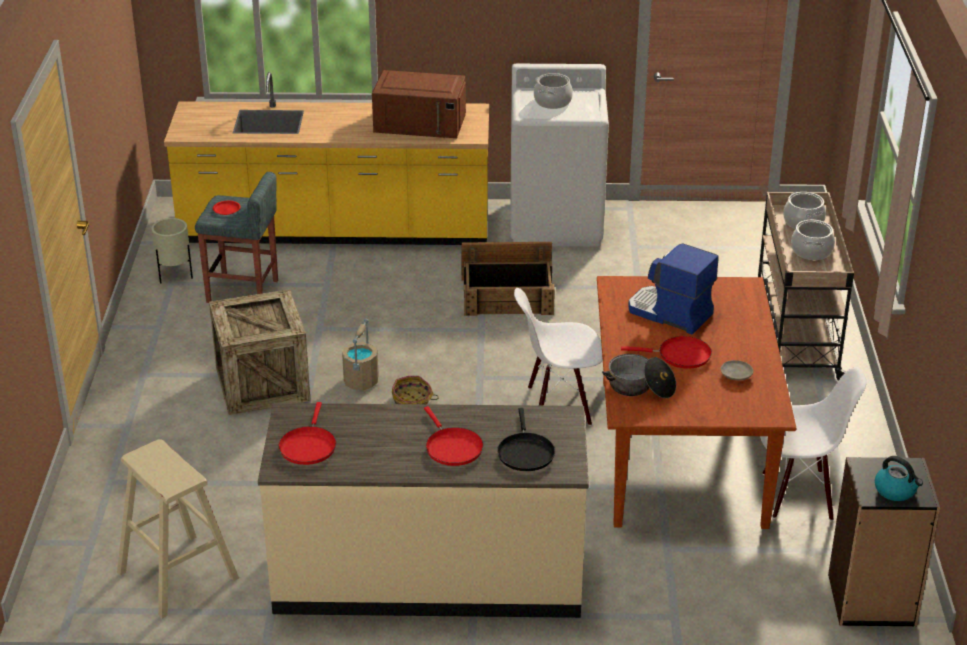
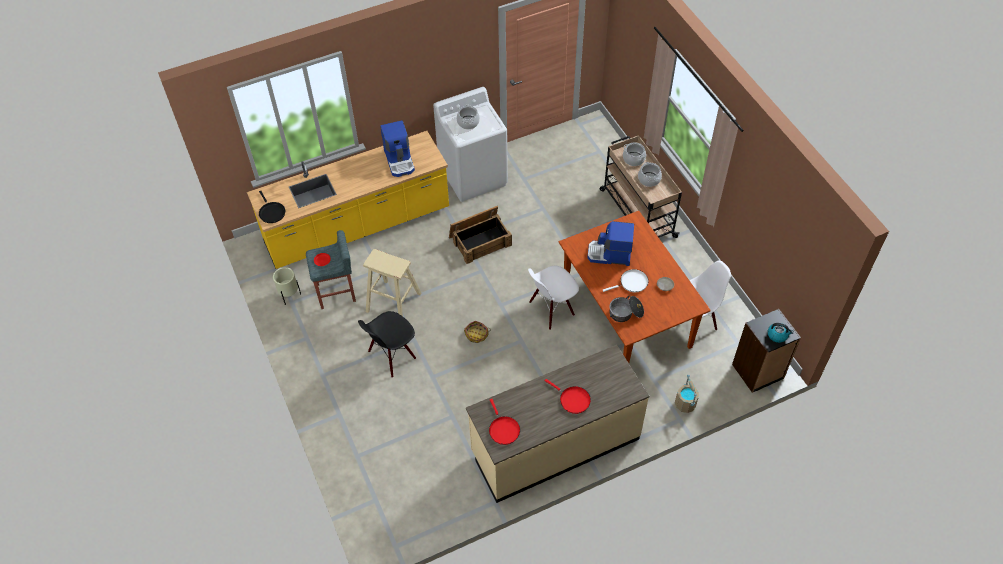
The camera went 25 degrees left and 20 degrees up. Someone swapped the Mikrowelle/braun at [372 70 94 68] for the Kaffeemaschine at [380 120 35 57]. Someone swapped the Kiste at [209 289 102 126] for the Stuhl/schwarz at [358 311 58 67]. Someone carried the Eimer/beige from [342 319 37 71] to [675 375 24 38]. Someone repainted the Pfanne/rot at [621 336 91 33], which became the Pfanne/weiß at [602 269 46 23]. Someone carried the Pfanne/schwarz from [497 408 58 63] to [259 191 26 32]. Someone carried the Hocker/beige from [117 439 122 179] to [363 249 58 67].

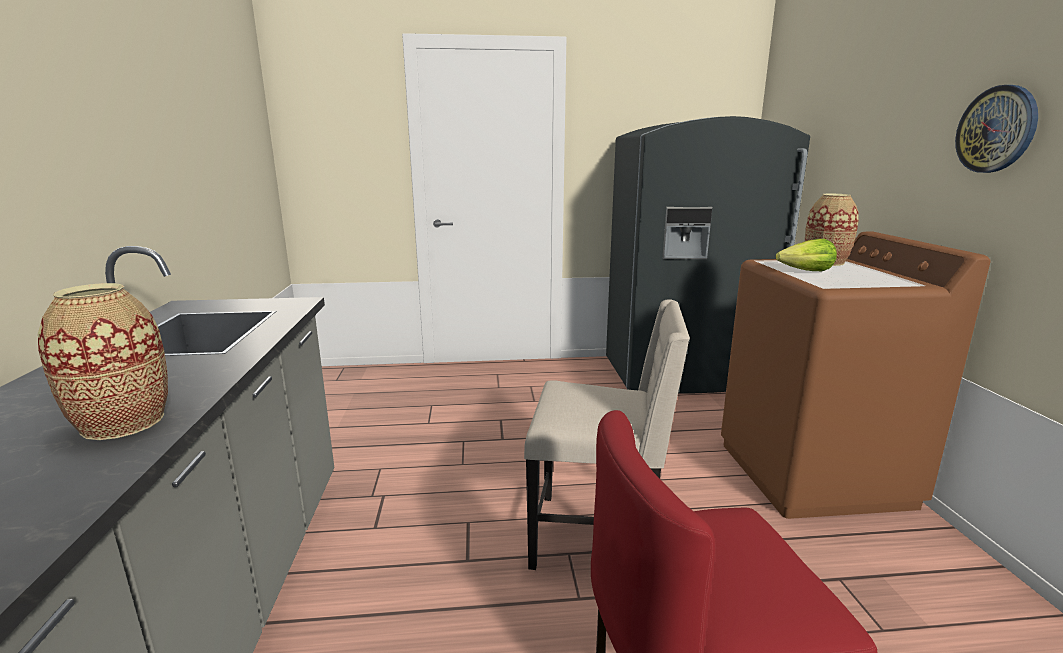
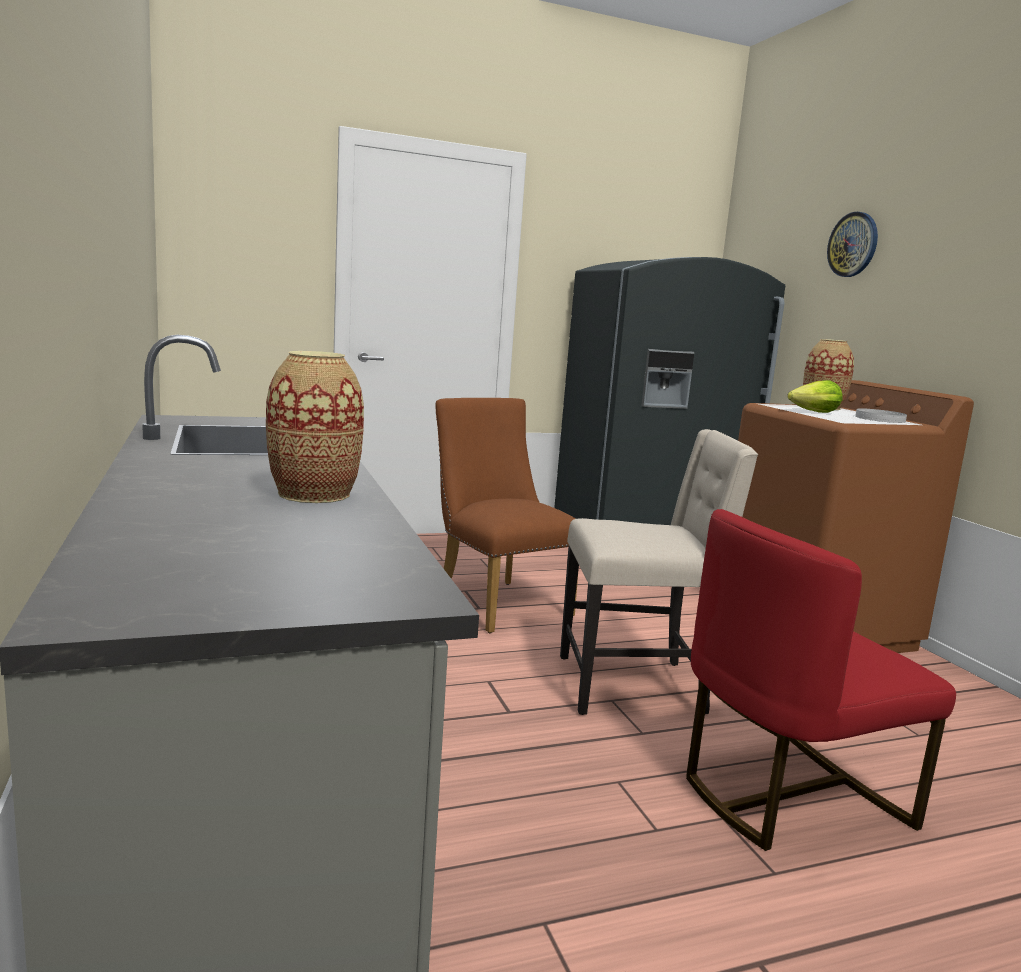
The camera went 15 degrees left and 5 degrees down. Someone carried the Wanduhr from [955 85 83 88] to [827 212 51 65]. Someone put down the Stuhl/braun at [435 398 143 235]. Someone put down the Teller/weiß at [855 408 52 15].

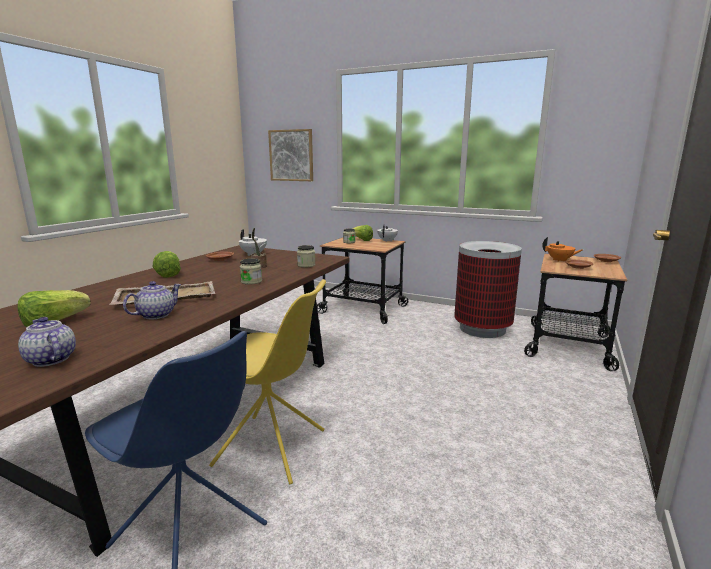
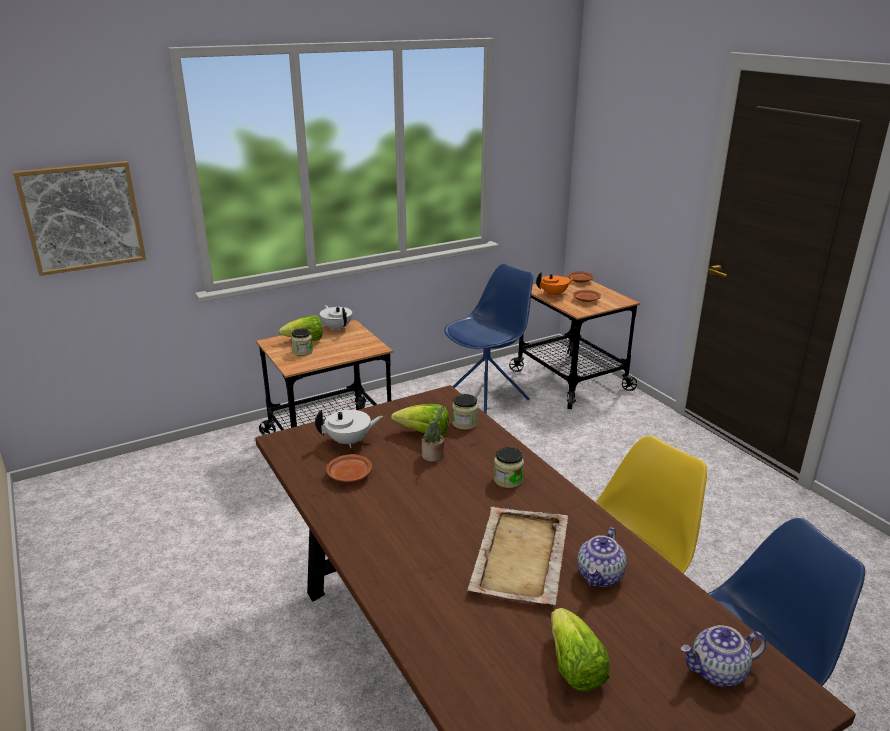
The camera went 55 degrees left and 10 degrees up. Someone swapped the Mülleimer at [454 241 68 97] for the Stuhl/blau at [444 264 89 150]. Someone carried the Salatkopf from [152 251 29 27] to [391 404 58 33]. Someone rotated the Teekanne at [123 281 59 38] by 135 degrees counterclockwise.

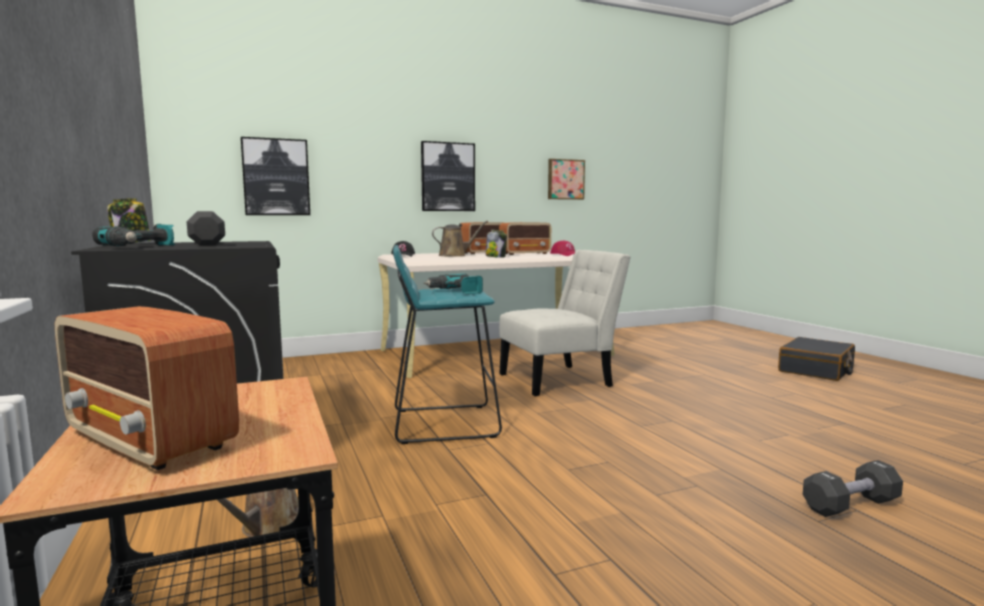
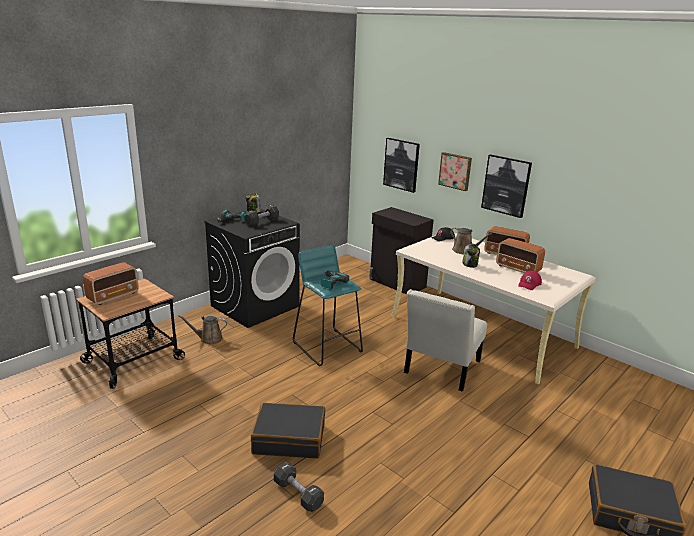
The camera went 65 degrees right and 15 degrees up. Someone carried the Bild from [548 159 37 41] to [438 152 34 39]. Someone rotated the Stuhl/weiß at [499 250 131 147] by 75 degrees clockwise. Someone rotated the Radio at [55 306 184 164] by 150 degrees counterclockwise. Someone put down the Schrank/schwarz at [369 207 65 88]. Someone put down the Koffer/schwarz at [251 403 74 56].

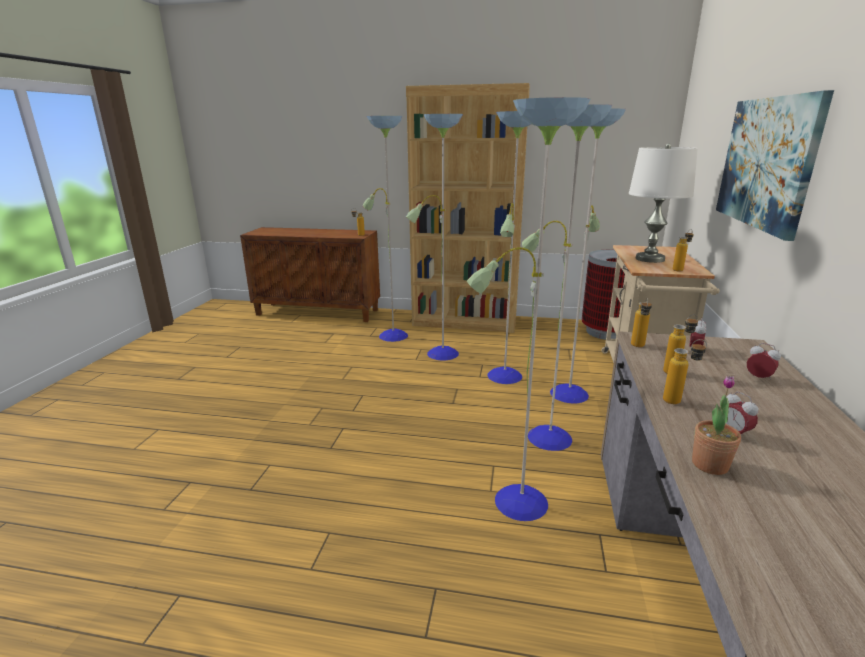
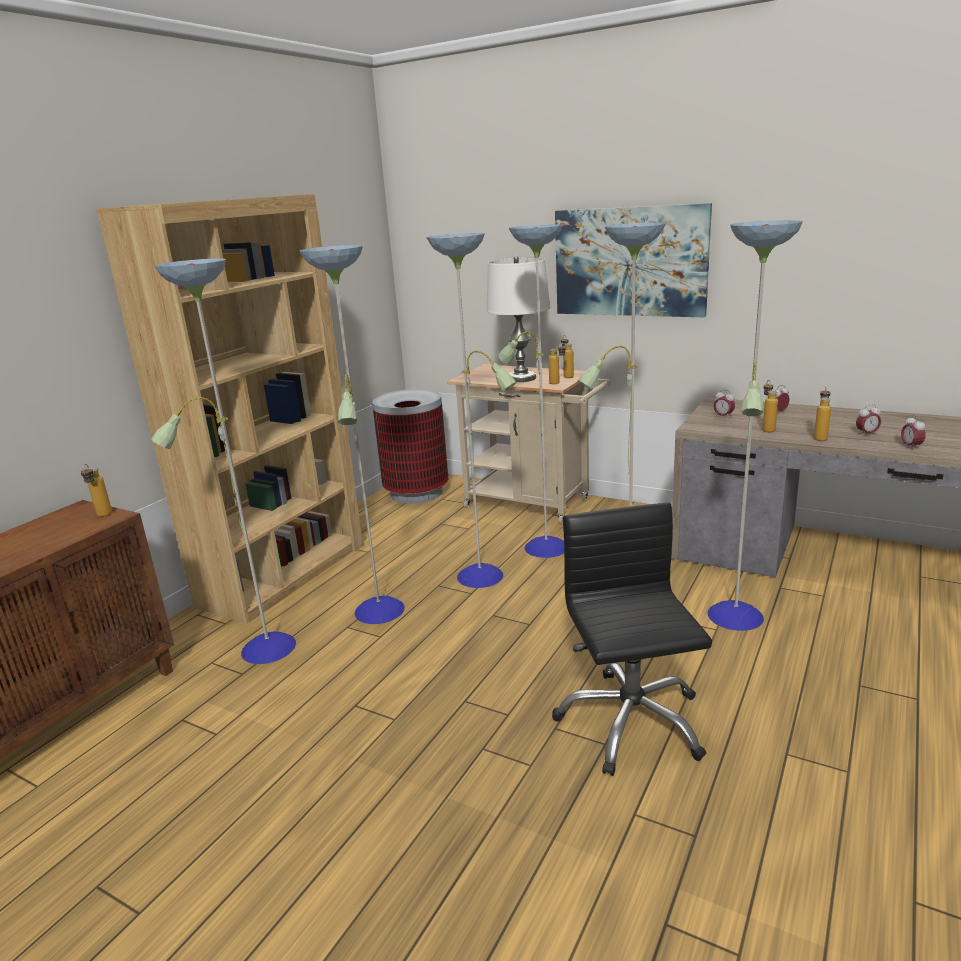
The camera went 70 degrees left and 0 degrees up. Someone carried the Flasche from [631 298 21 49] to [549 342 17 42]. Someone swapped the Topfpflanze at [692 376 49 99] for the Wecker at [901 415 25 35]. Someone put down the Bürostuhl/schwarz at [552 503 160 273].

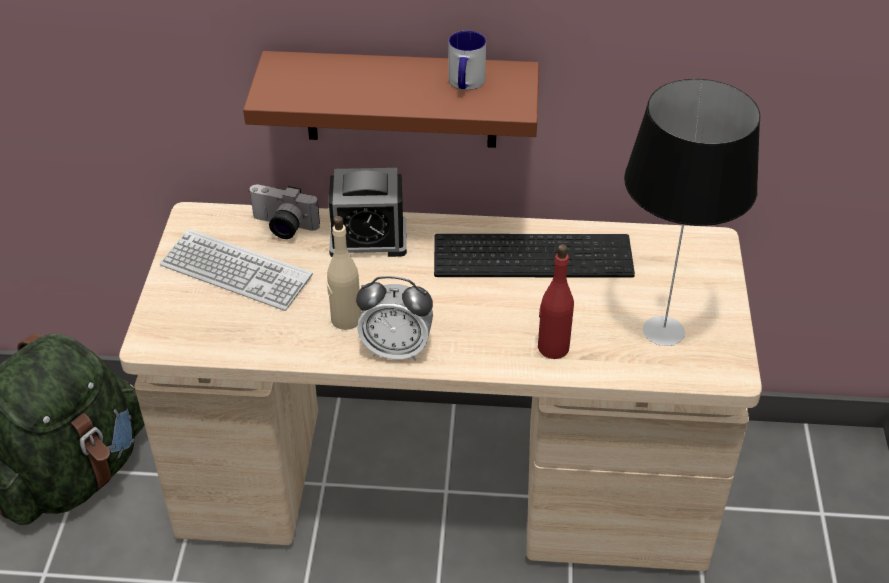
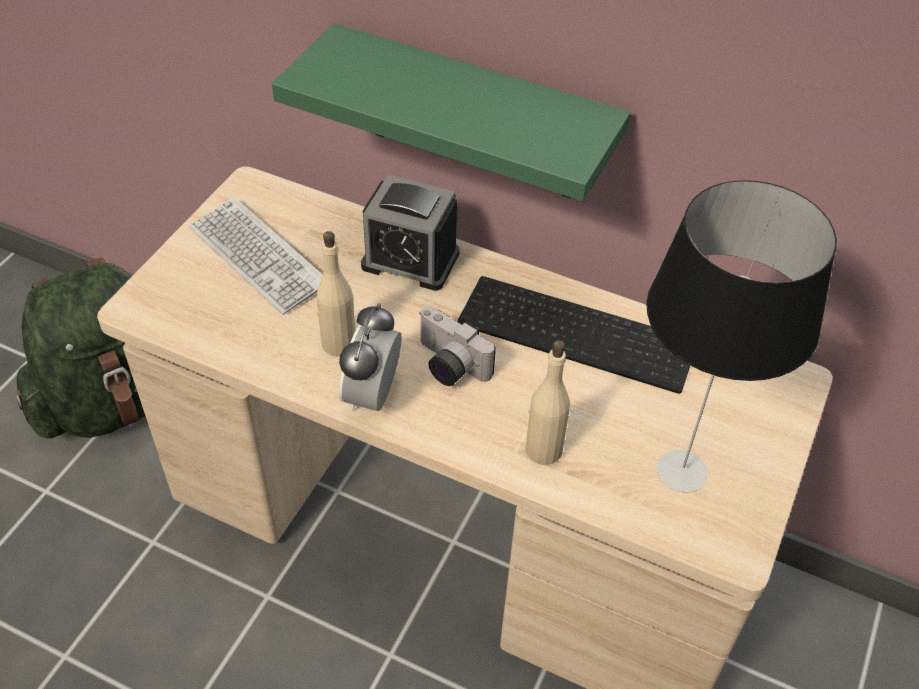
The camera went 20 degrees right and 5 degrees up. Someone took away the Henkelbecher at [448 31 38 59]. Someone repainted the Wandregal/braun at [243 51 296 97], which became the Wandregal/grün at [272 23 359 178]. Someone carried the Kamera from [248 184 72 55] to [419 306 77 80]. Someone repainted the Flasche/rot at [538 244 36 115], which became the Flasche/beige at [525 340 45 125]. Someone rotated the Wecker at [356 276 77 85] by 75 degrees clockwise.

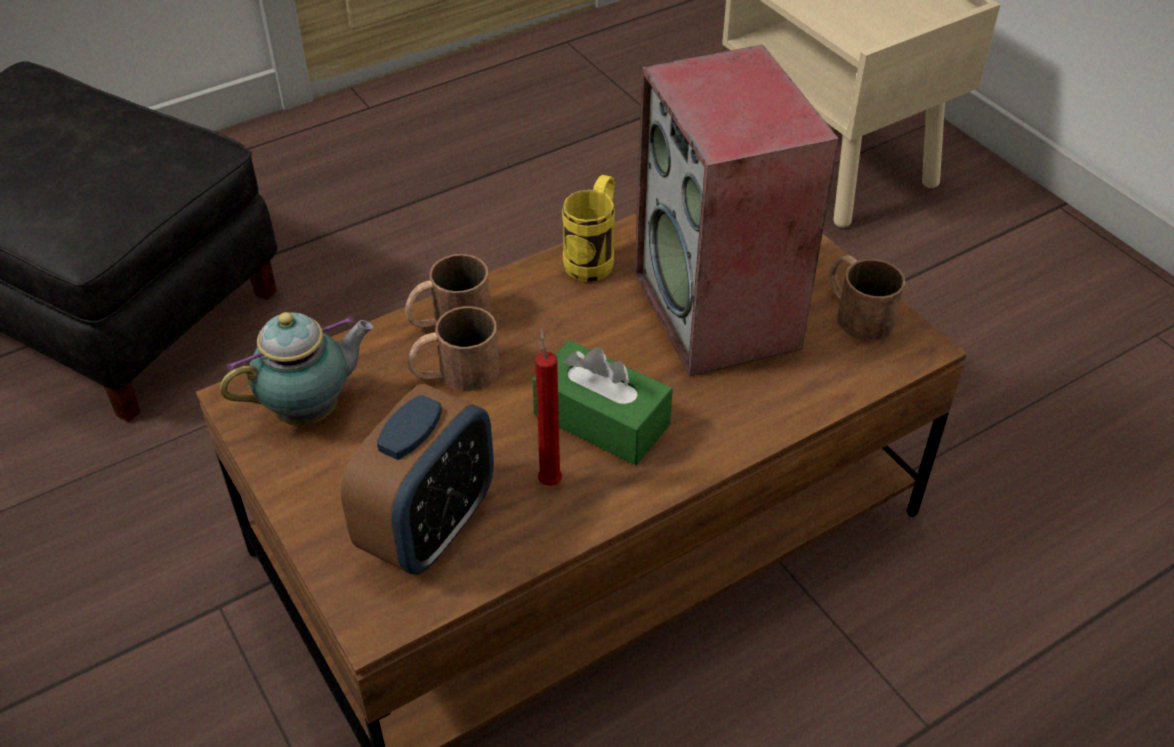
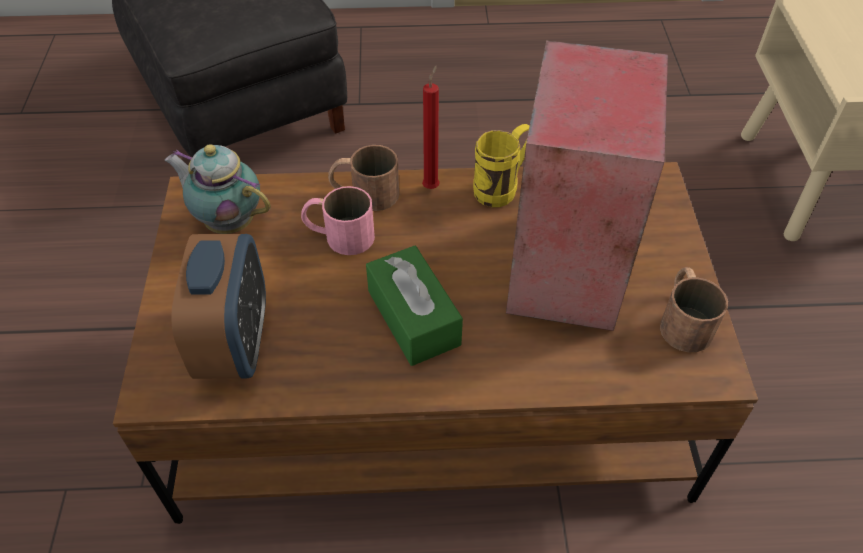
The camera went 30 degrees right and 5 degrees up. Someone repainted the Henkelbecher/braun at [408 306 92 85], which became the Henkelbecher/rosa at [301 186 74 69]. Someone rotated the Teekanne at [220 312 154 114] by 150 degrees counterclockwise. Someone carried the Kerze/rot from [535 328 27 158] to [422 65 18 124]. Someone rotated the Wecker at [341 384 153 191] by 60 degrees counterclockwise.

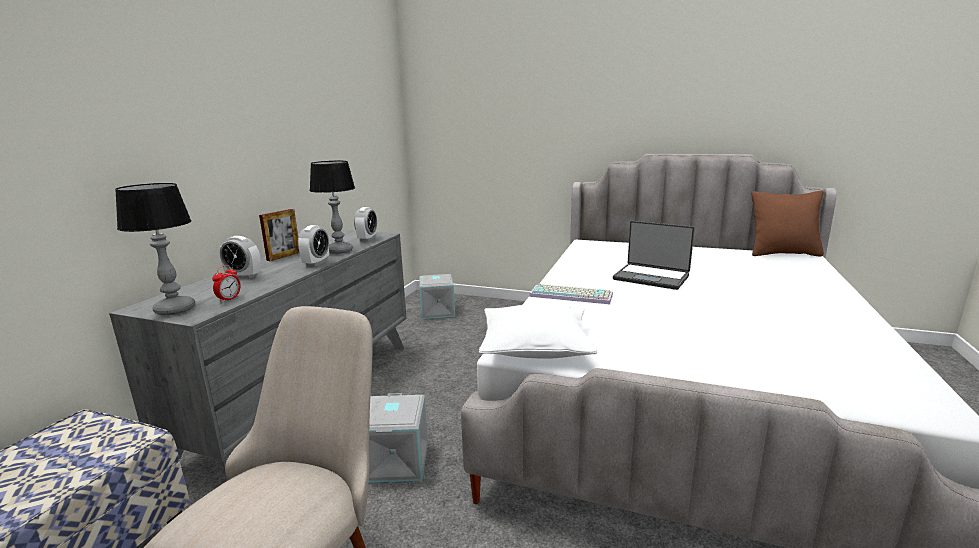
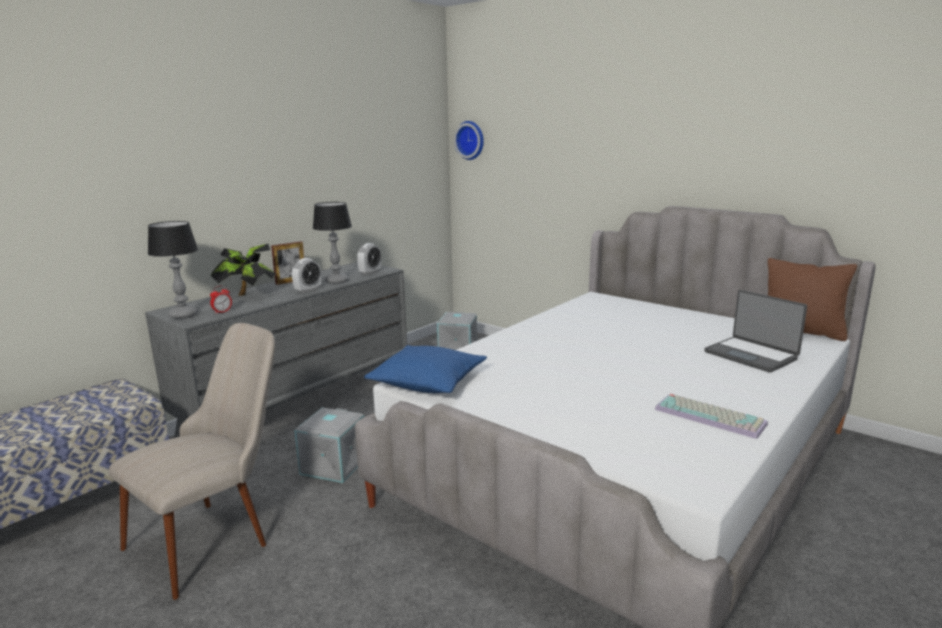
The camera went 20 degrees right and 0 degrees up. Someone carried the Laptop from [613 221 82 69] to [704 290 103 83]. Someone swapped the Wecker at [219 236 42 43] for the Topfpflanze at [211 244 65 52]. Someone carried the Tastatur from [529 284 84 20] to [655 394 113 45]. Someone repainted the Kissen/weiß at [479 304 118 55], which became the Kissen/blau at [364 345 123 48]. Someone put up the Wanduhr at [454 121 30 39].

